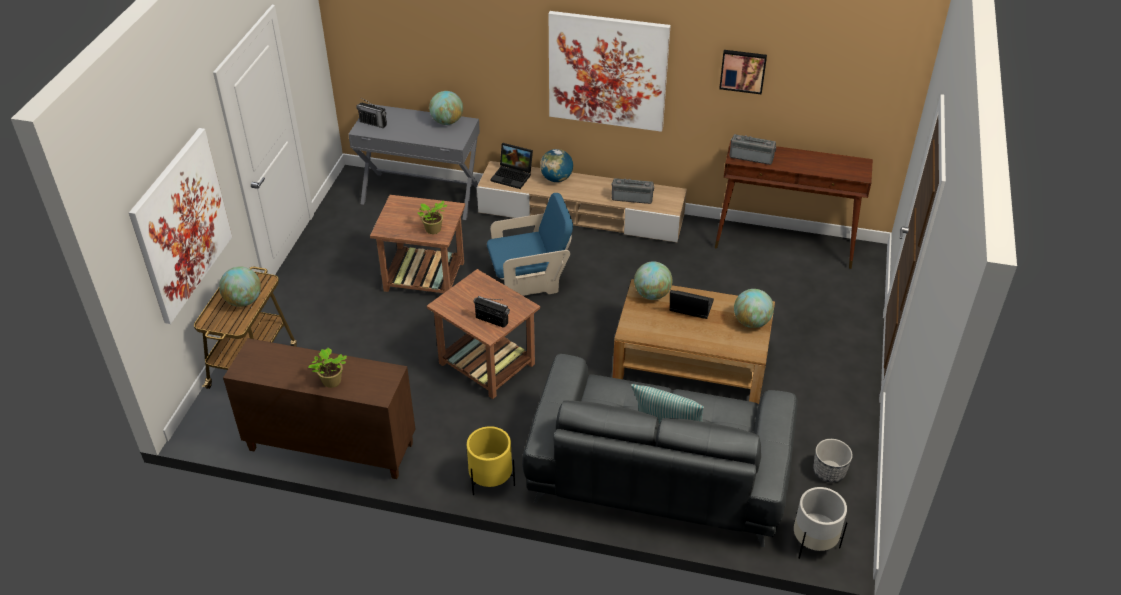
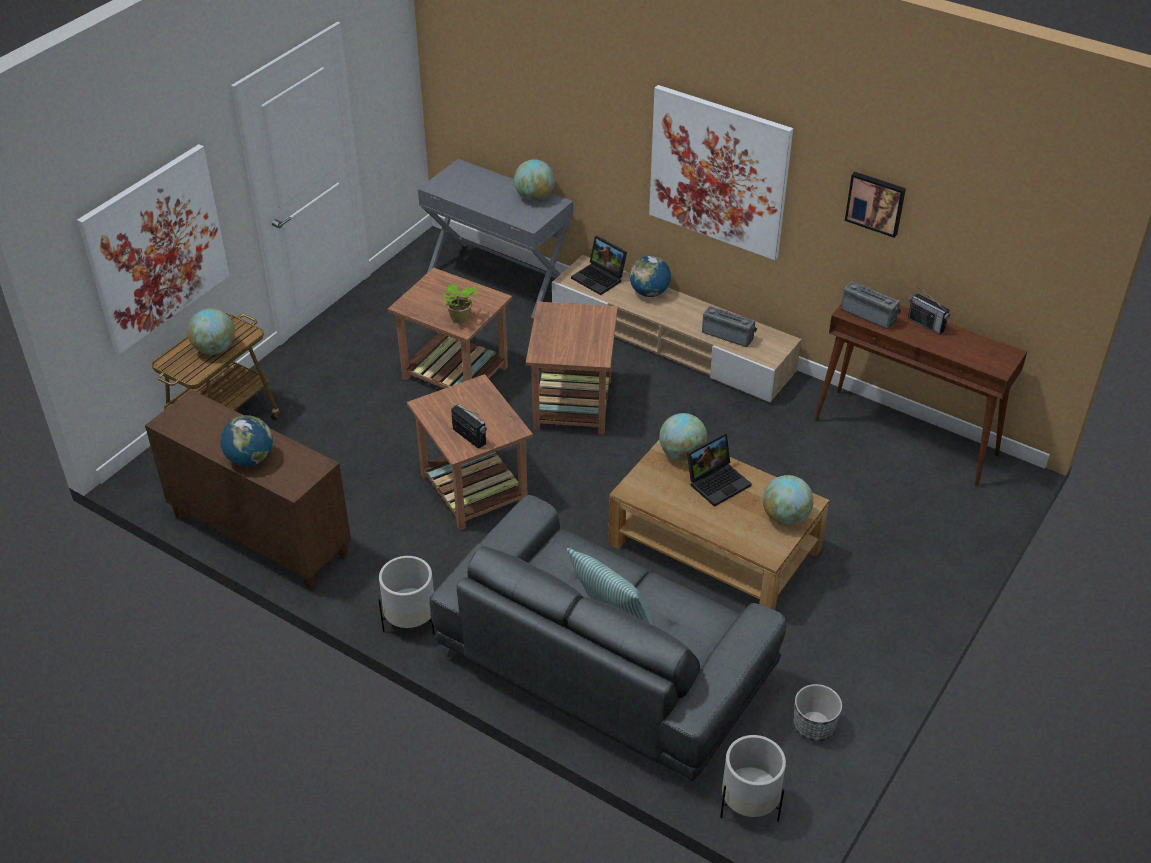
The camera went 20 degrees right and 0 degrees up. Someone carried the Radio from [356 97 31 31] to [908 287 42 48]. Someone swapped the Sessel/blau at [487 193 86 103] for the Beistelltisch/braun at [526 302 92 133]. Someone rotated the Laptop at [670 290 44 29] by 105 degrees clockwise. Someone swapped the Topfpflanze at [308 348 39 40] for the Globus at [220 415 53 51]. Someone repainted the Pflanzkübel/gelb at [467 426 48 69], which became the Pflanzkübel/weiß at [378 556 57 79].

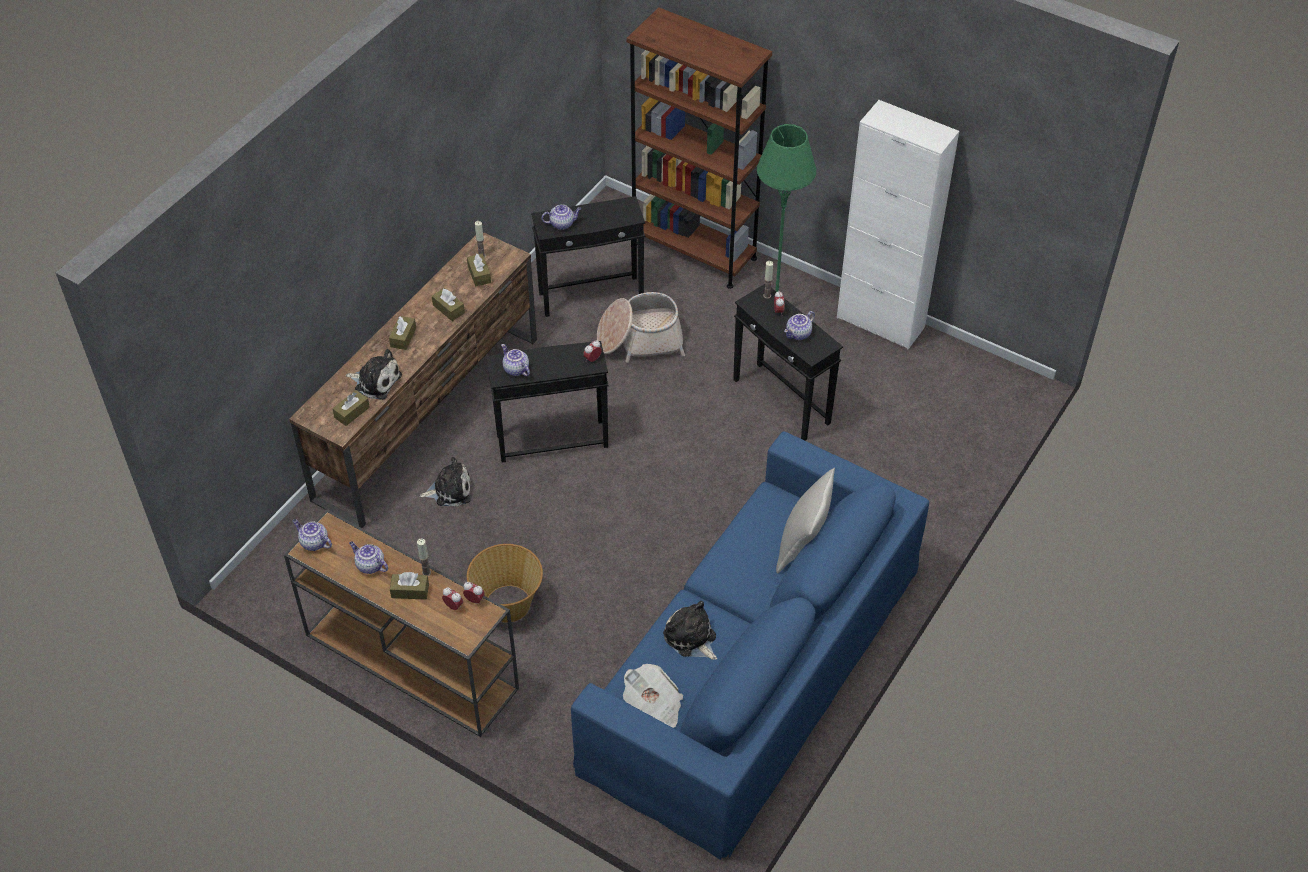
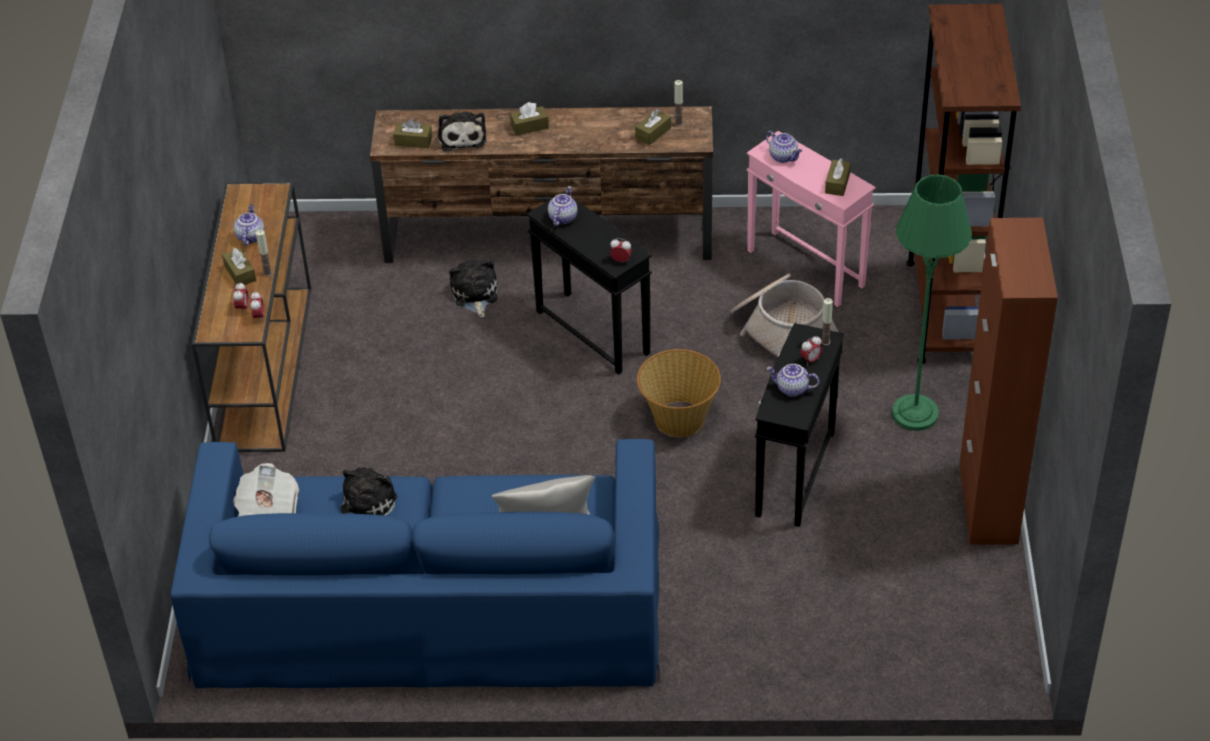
The camera went 60 degrees right and 5 degrees down. Someone repainted the Schrank/weiß at [837 100 122 249], which became the Schrank/braun at [959 218 99 327]. Someone repainted the Beistelltisch/schwarz at [531 196 114 121], which became the Beistelltisch/rosa at [746 131 130 176]. Someone carried the Taschentuchbox/braun from [432 288 33 33] to [825 158 26 38]. Someone rotated the Plüschtier at [419 457 52 49] by 150 degrees counterclockwise. Someone took away the Teekanne at [293 519 39 32]. Someone carried the Korb from [467 544 76 79] to [637 349 84 88].

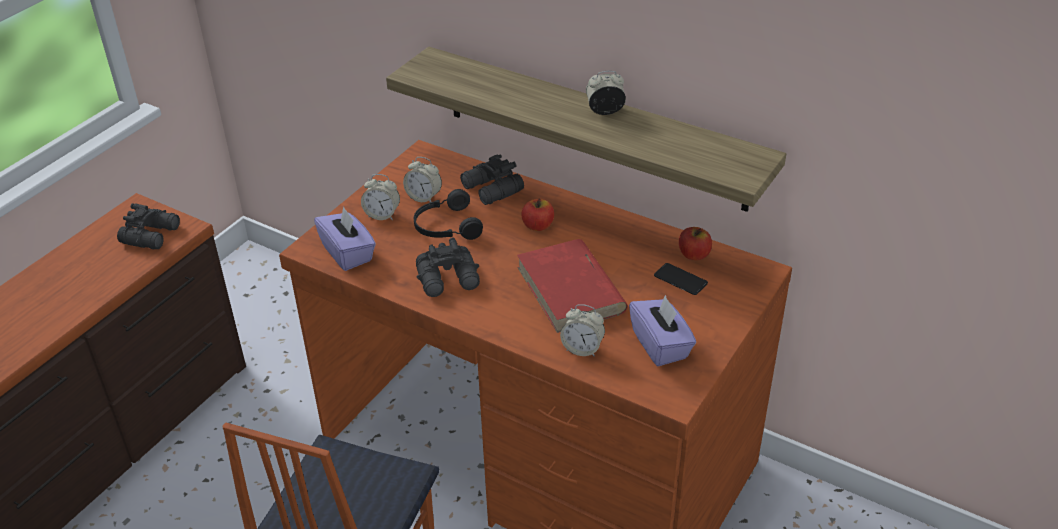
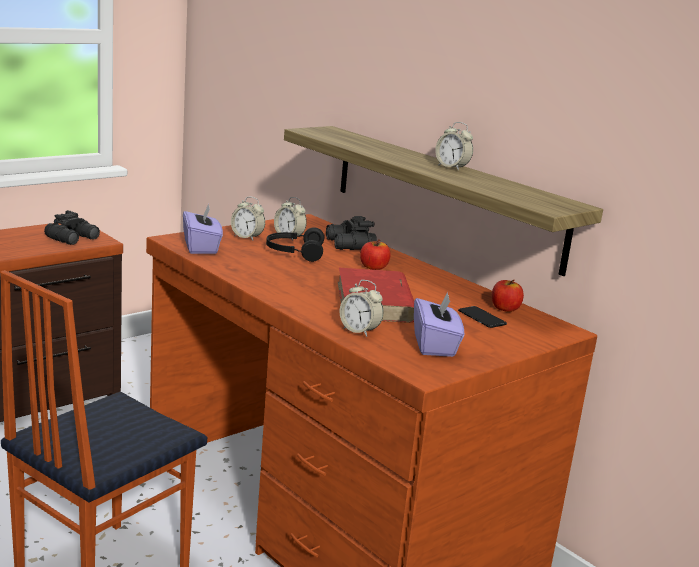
The camera went 15 degrees right and 20 degrees down. Someone rotated the Wecker at [586 71 40 44] by 150 degrees counterclockwise. Someone took away the Fernglas/schwarz at [416 238 64 59].

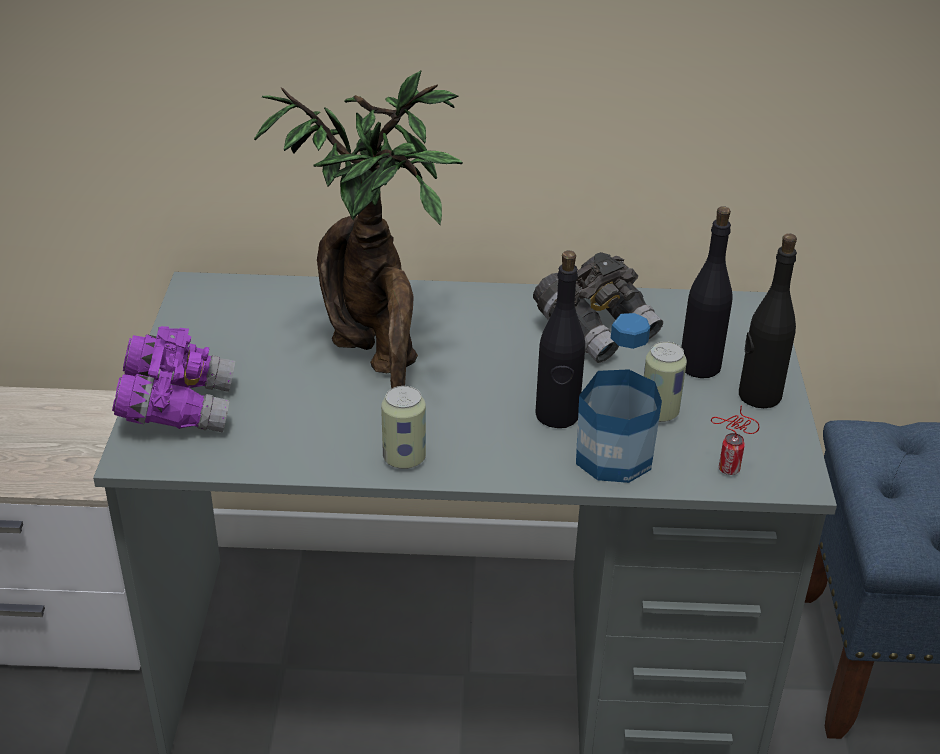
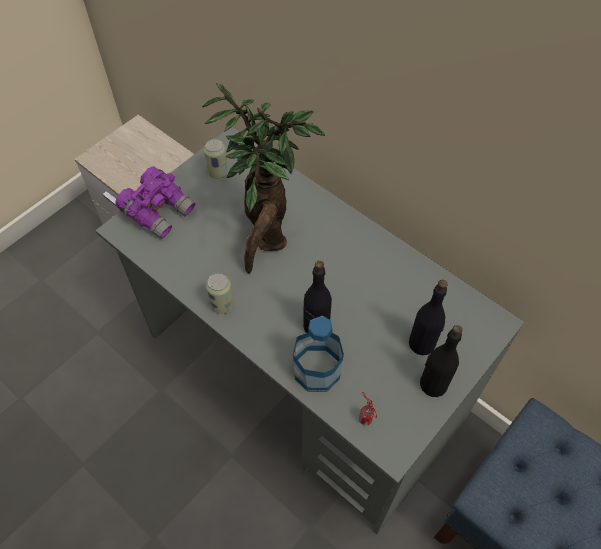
The camera went 40 degrees right and 20 degrees up. Someone took away the Fernglas/grau at [533 252 130 111]. Someone carried the Dose from [644 341 43 81] to [204 139 25 40].

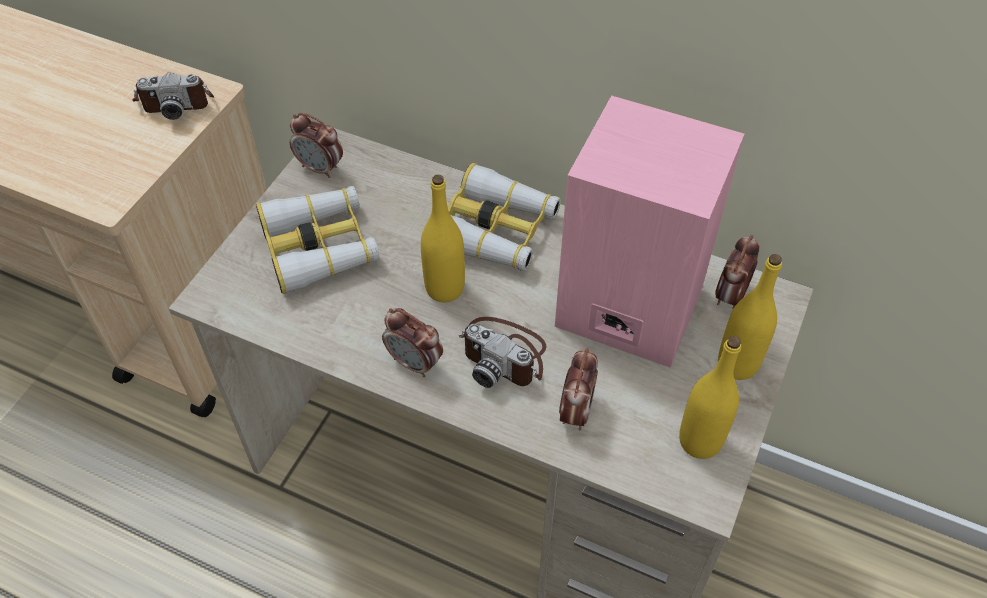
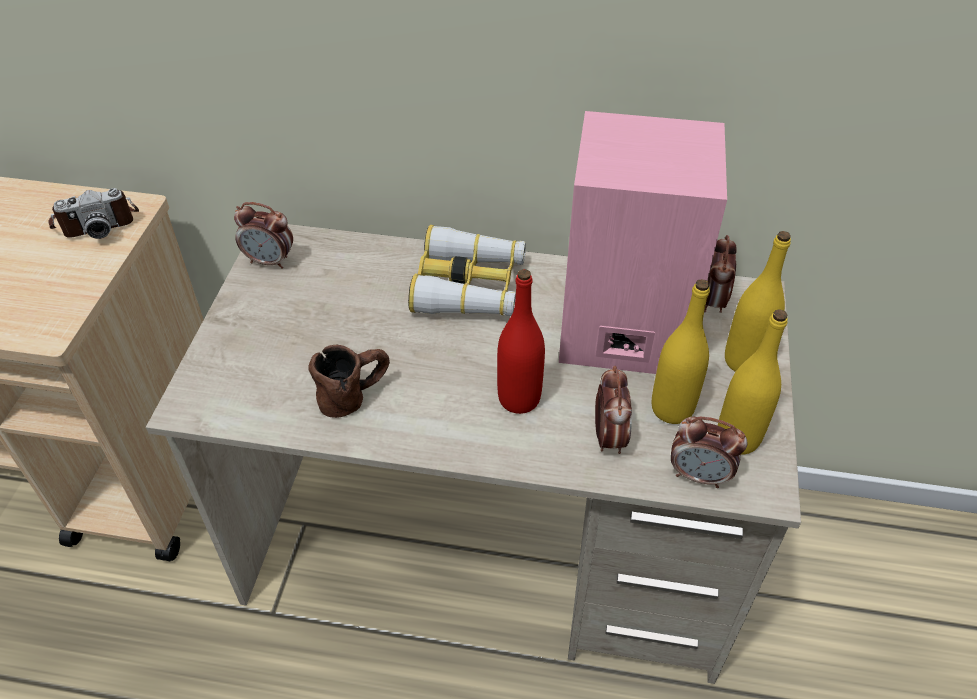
The camera went 15 degrees left and 5 degrees down. Someone carried the Flasche/gelb from [421 175 44 127] to [652 279 58 145]. Someone took away the Fernglas at [256 186 124 108]. Someone carried the Wecker from [382 308 61 69] to [671 417 76 71]. Someone swapped the Kamera at [458 317 88 71] for the Flasche/rot at [497 269 48 145]. Someone put down the Henkelbecher/braun at [308 345 82 73].

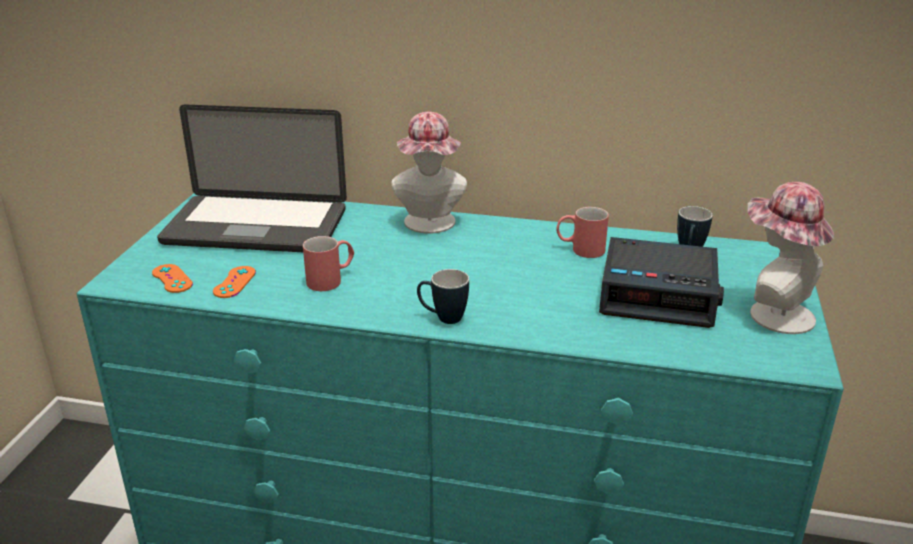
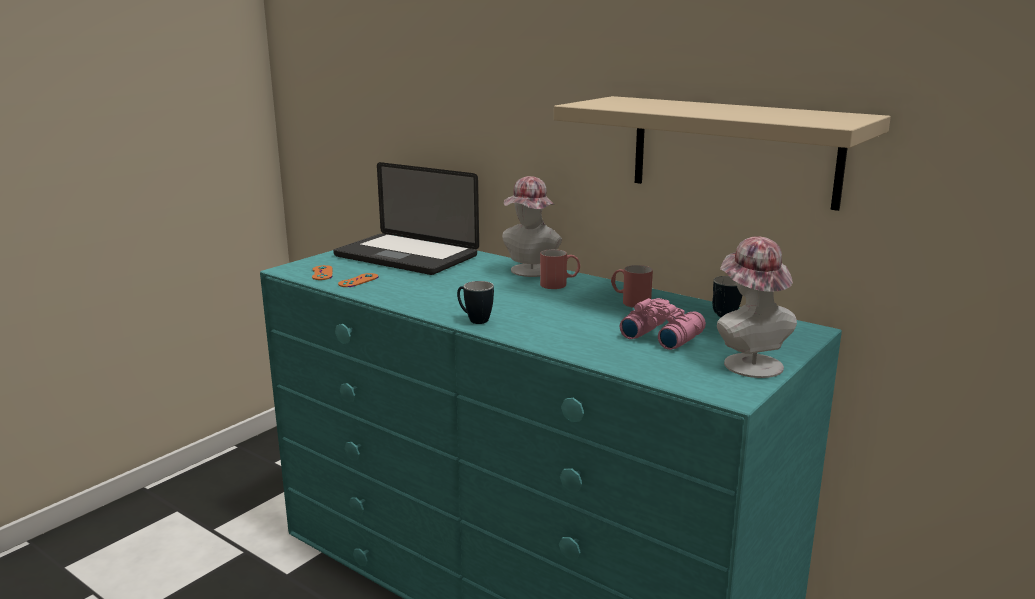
The camera went 25 degrees right and 10 degrees down. Someone carried the Henkelbecher/rot from [303 236 51 55] to [540 249 40 40]. Someone swapped the Wecker at [599 237 125 91] for the Fernglas/rosa at [619 298 87 52]. Someone put up the Wandregal/beige at [554 96 337 115].

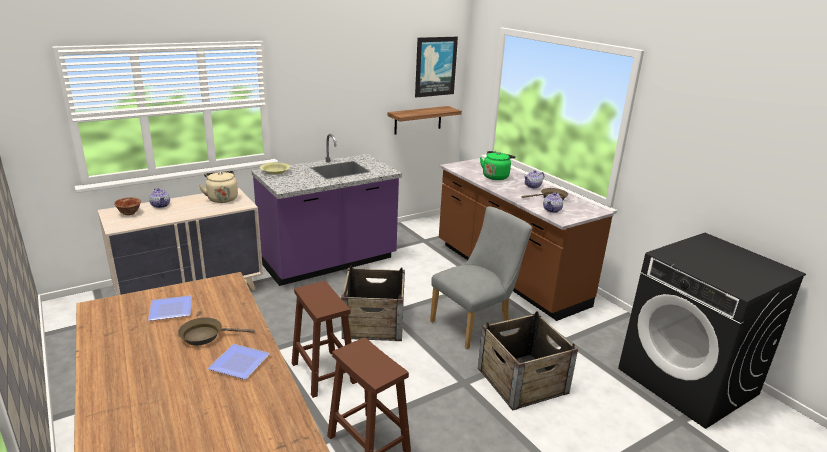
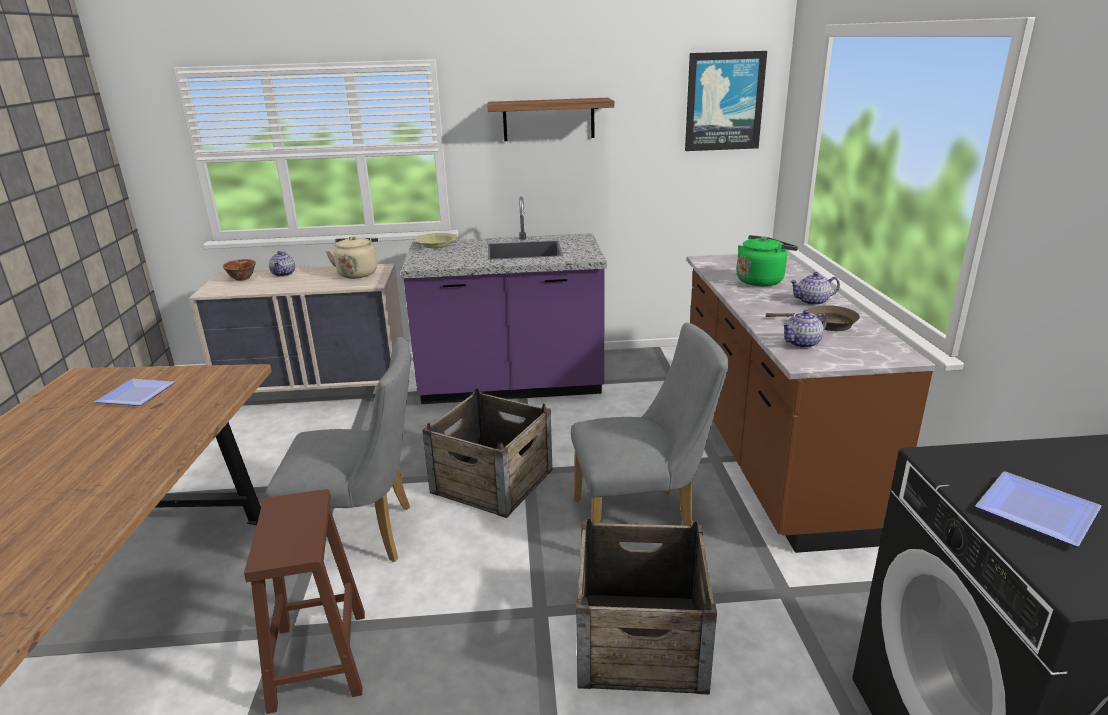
The camera went 30 degrees right and 0 degrees up. Someone carried the Wandregal from [387 106 75 29] to [487 98 127 43]. Someone swapped the Hocker/braun at [292 281 65 117] for the Stuhl/grau at [266 337 145 225]. Someone took away the Pfanne/braun at [178 317 76 28]. Someone carried the Teller from [207 344 63 36] to [975 471 127 76].

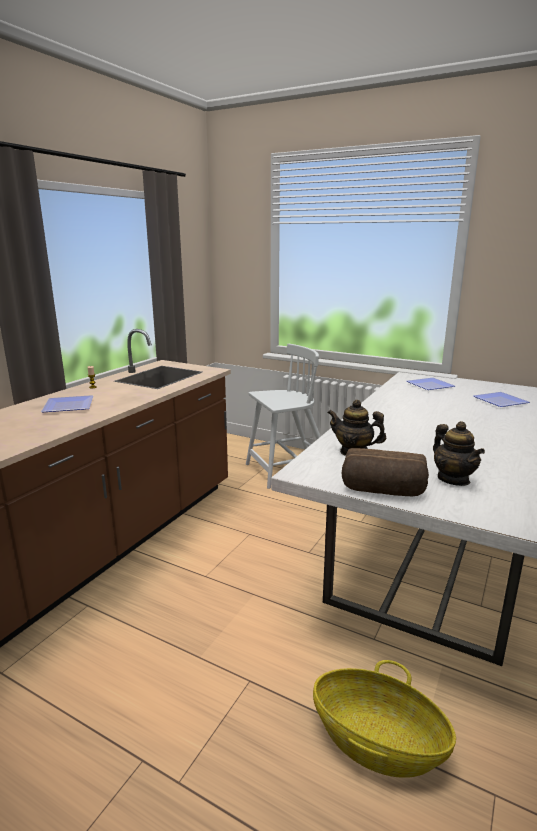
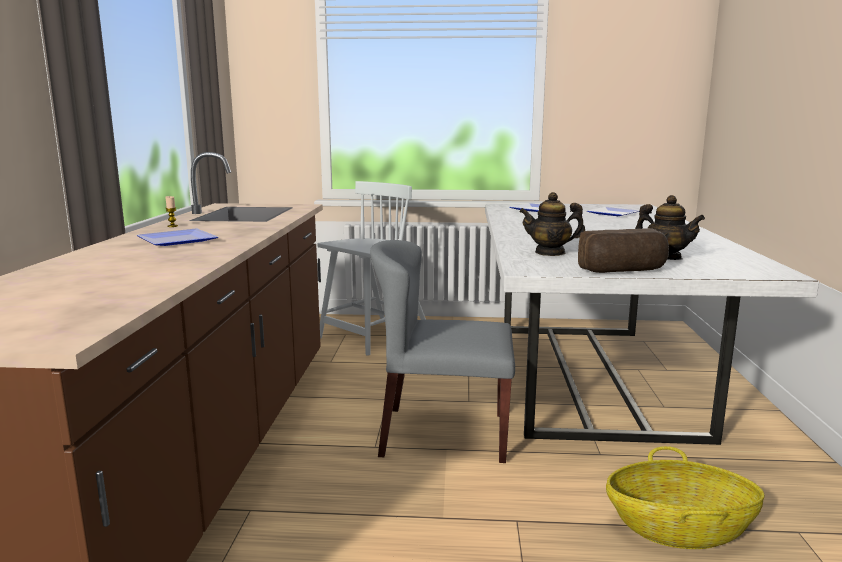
The camera went 25 degrees left and 5 degrees down. Someone put down the Stuhl/grau at [370 240 145 223].

